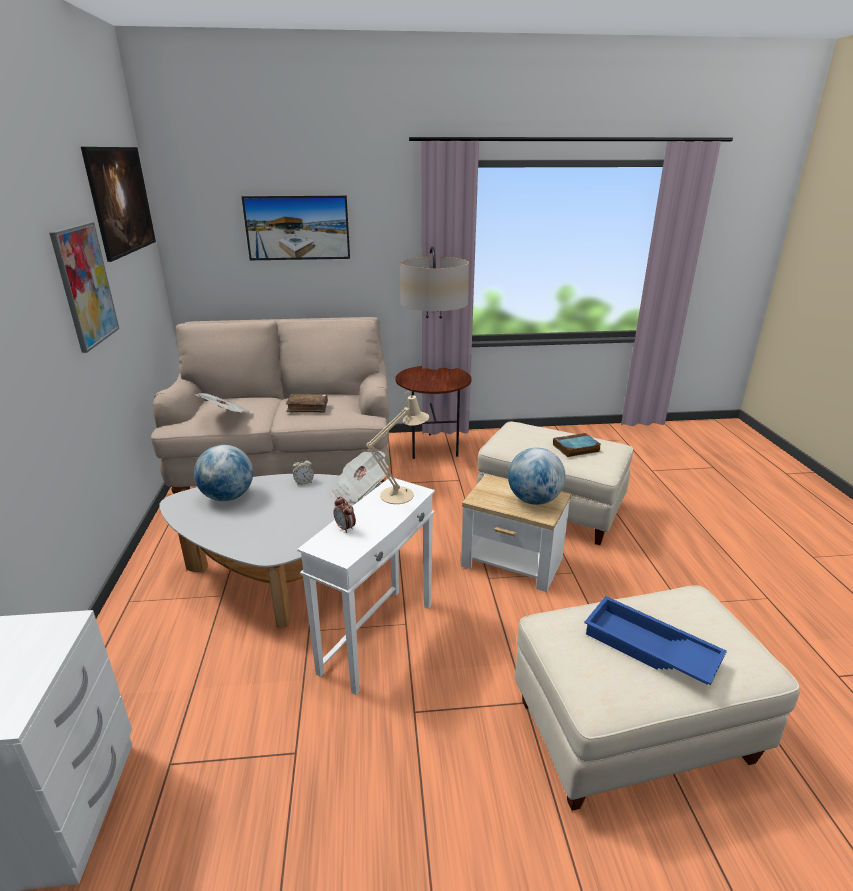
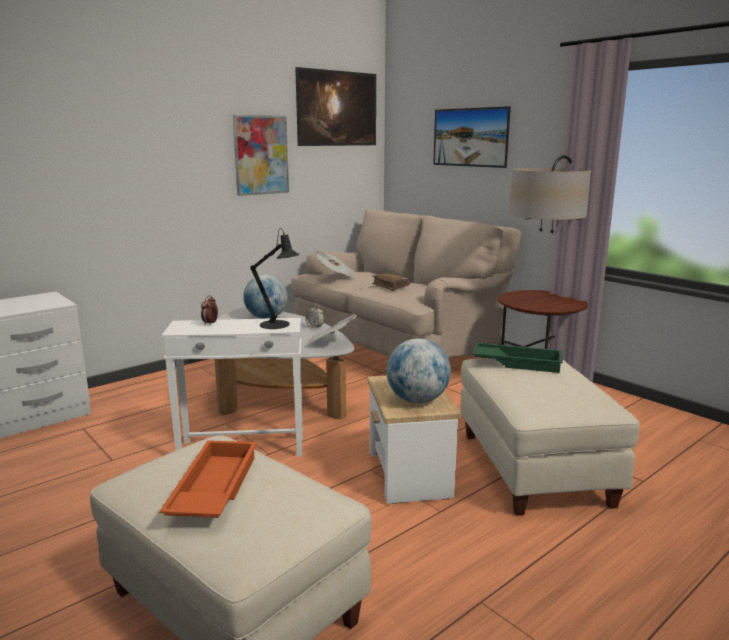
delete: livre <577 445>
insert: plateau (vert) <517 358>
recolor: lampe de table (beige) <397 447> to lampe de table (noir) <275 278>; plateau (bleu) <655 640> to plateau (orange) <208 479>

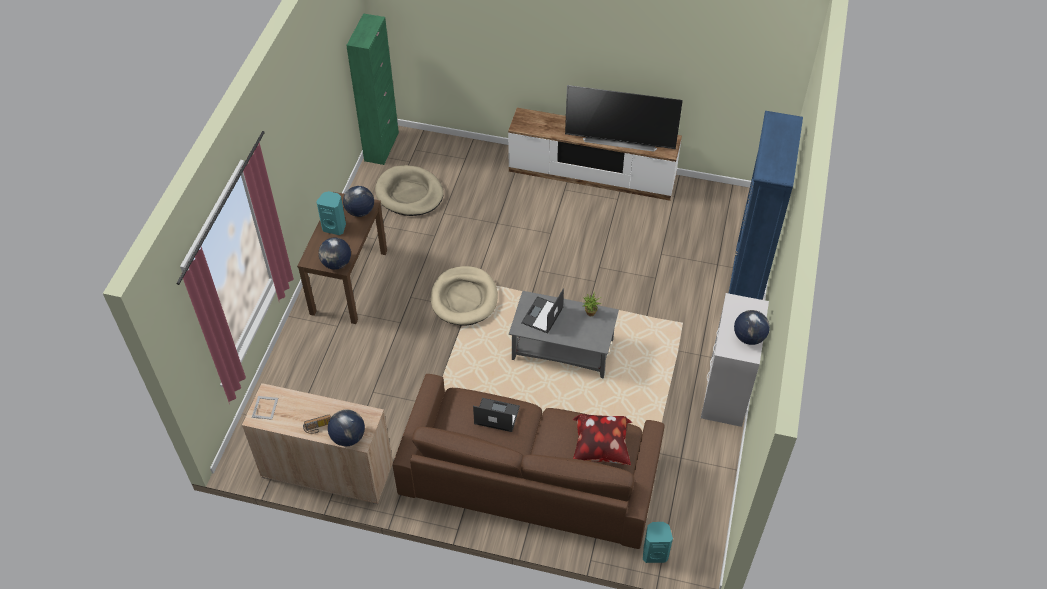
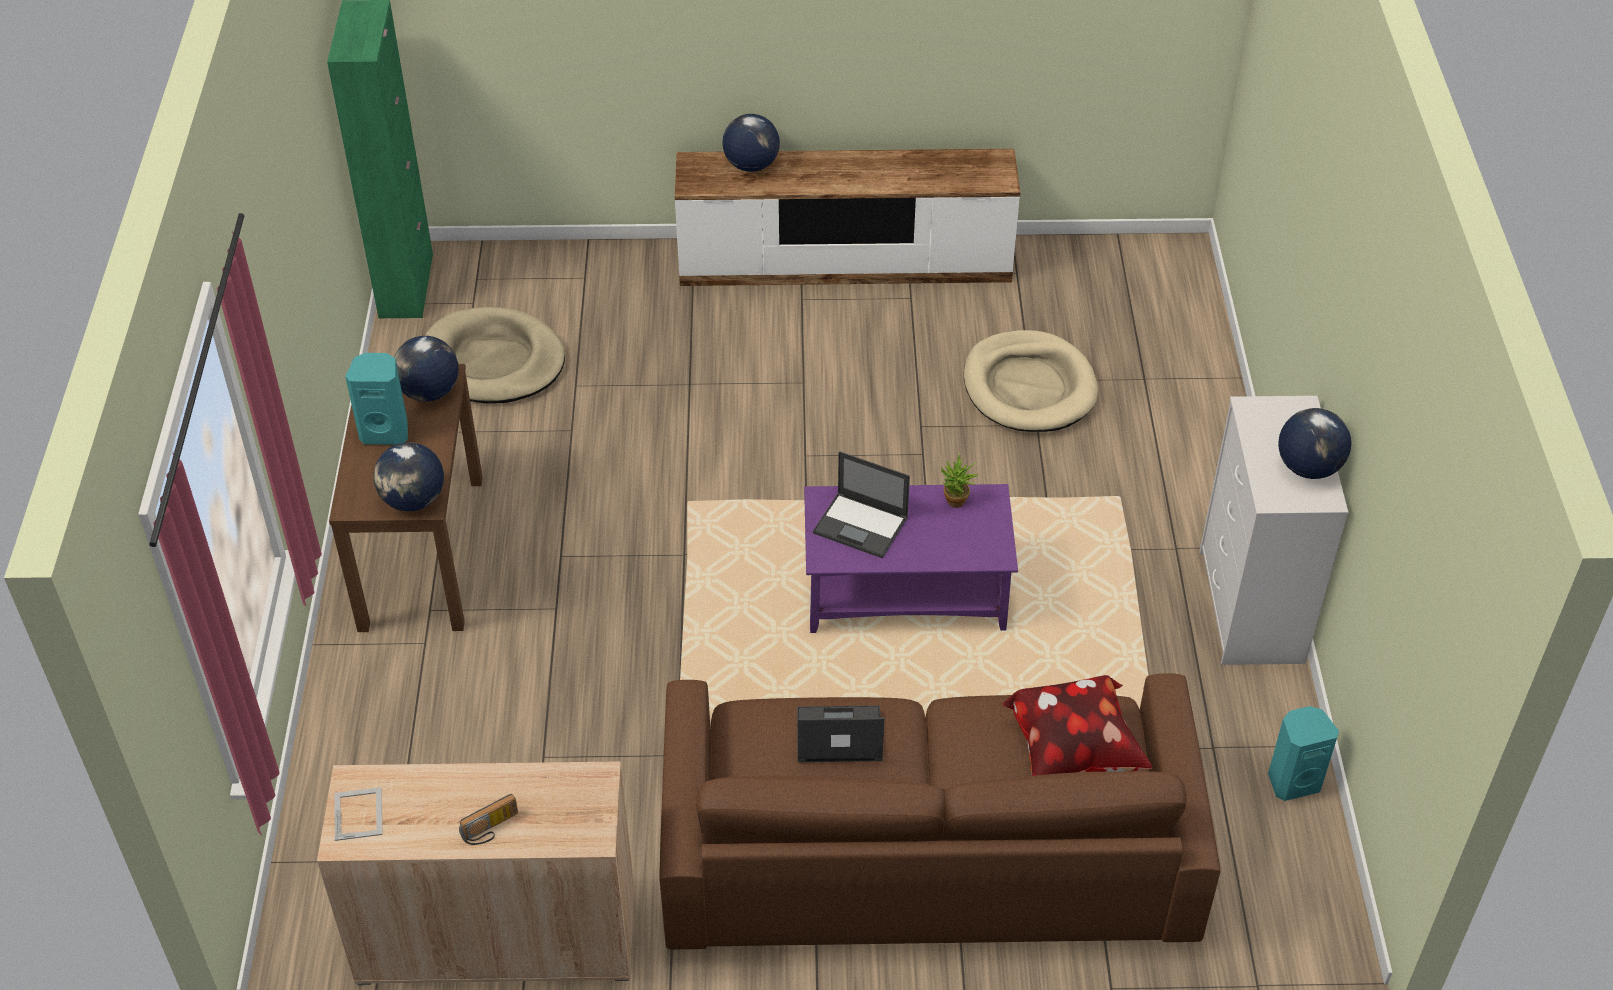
delete: téléviseur <624 118>; bibliothèque (bleu) <766 205>
move: globe <346 428> to <751 143>; panier pour chien (beige) <464 296> to <1031 381>; enceinte (turquoise) <658 542> to <1303 753>
recolor: table basse (gris) <564 335> to table basse (violet) <911 558>
rotate: ordinateur portable <542 310> = <861 504> 75 degrees counterclockwise

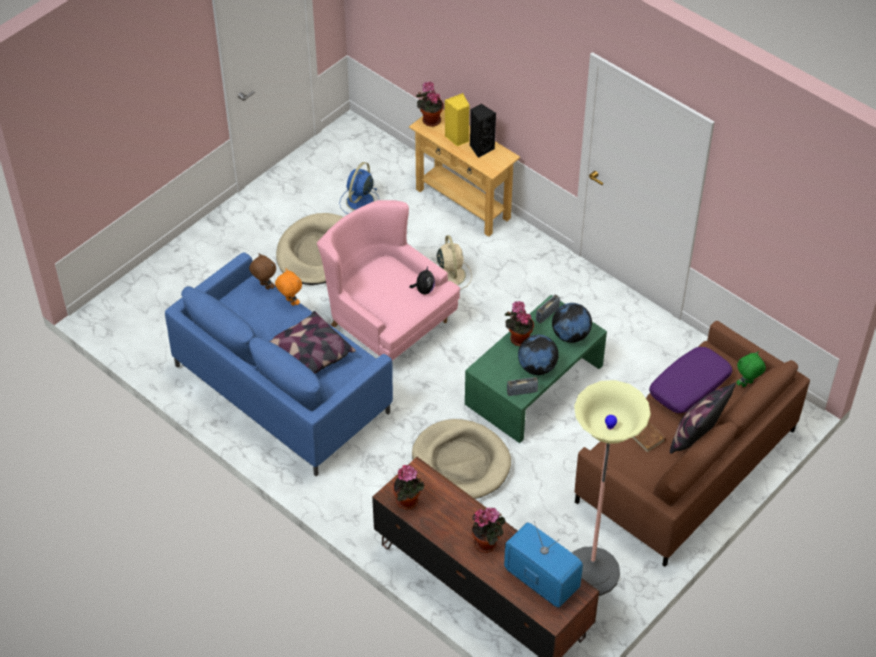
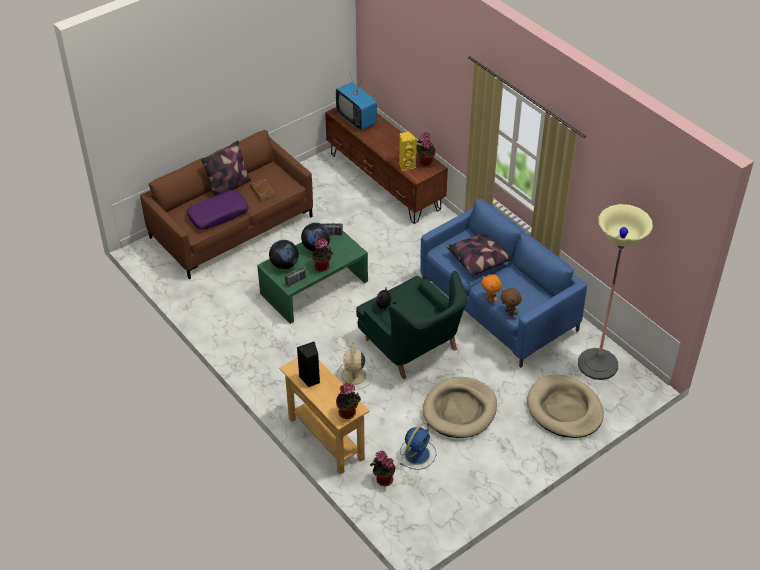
delete: peluche (vert) <751 369>
move: panier pour chien (beige) <461 459> to <565 406>; enceinte (jaune) <457 120> to <408 151>; plante en pot <489 530> to <382 468>; lampadaire <611 488> to <615 292>
recolor: fauteuil (rose) <388 280> to fauteuil (vert) <411 325>

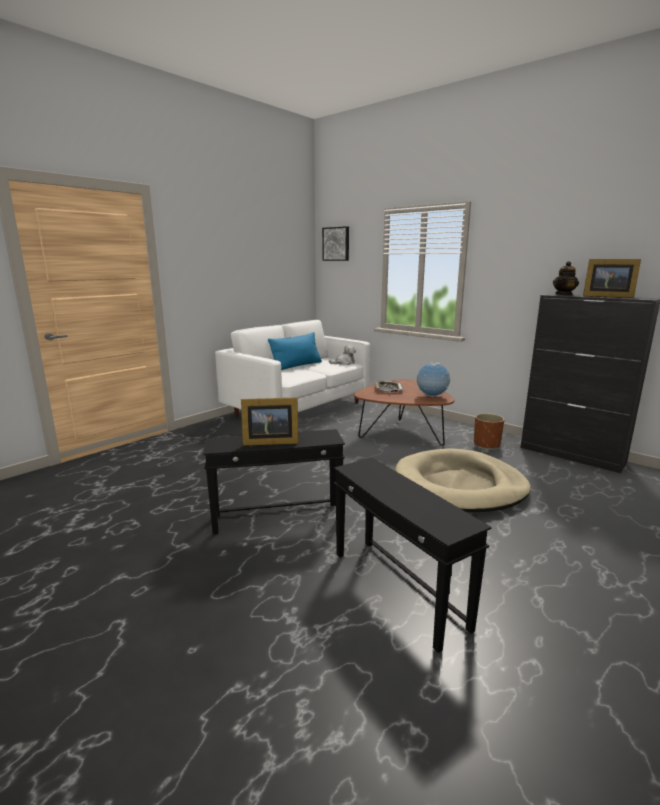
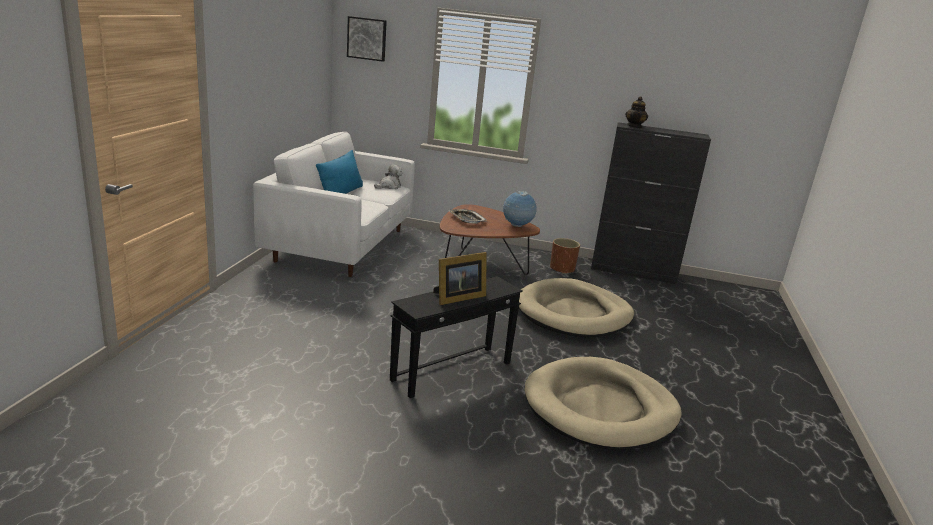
delete: cadre photo <612 278>
replace: table d'appoint (noir) <413 555> to panier pour chien (beige) <603 403>

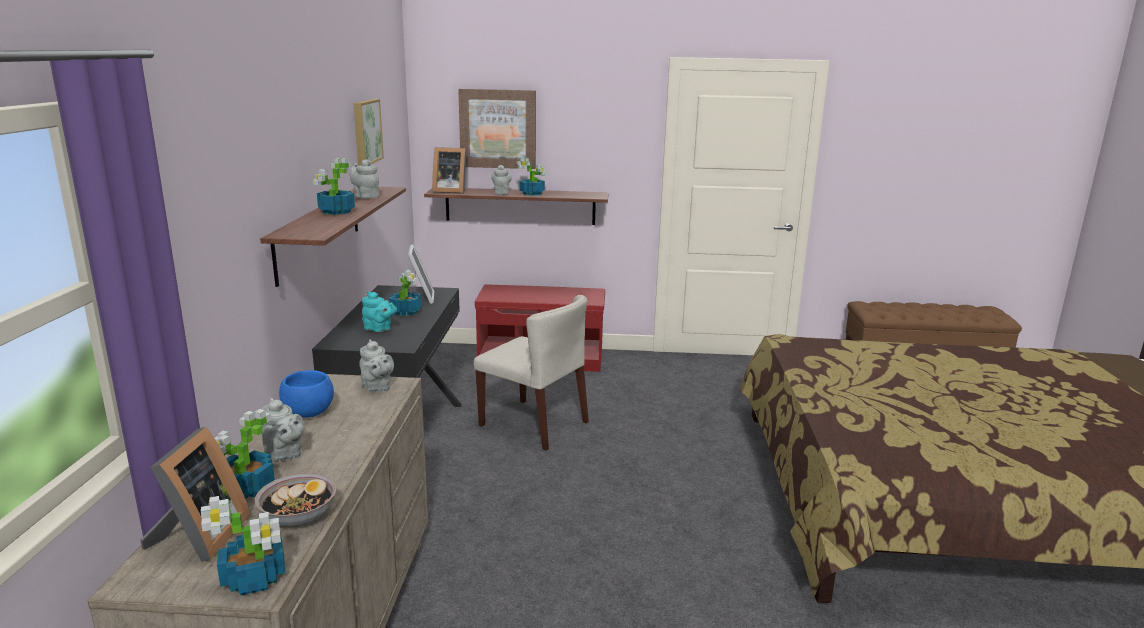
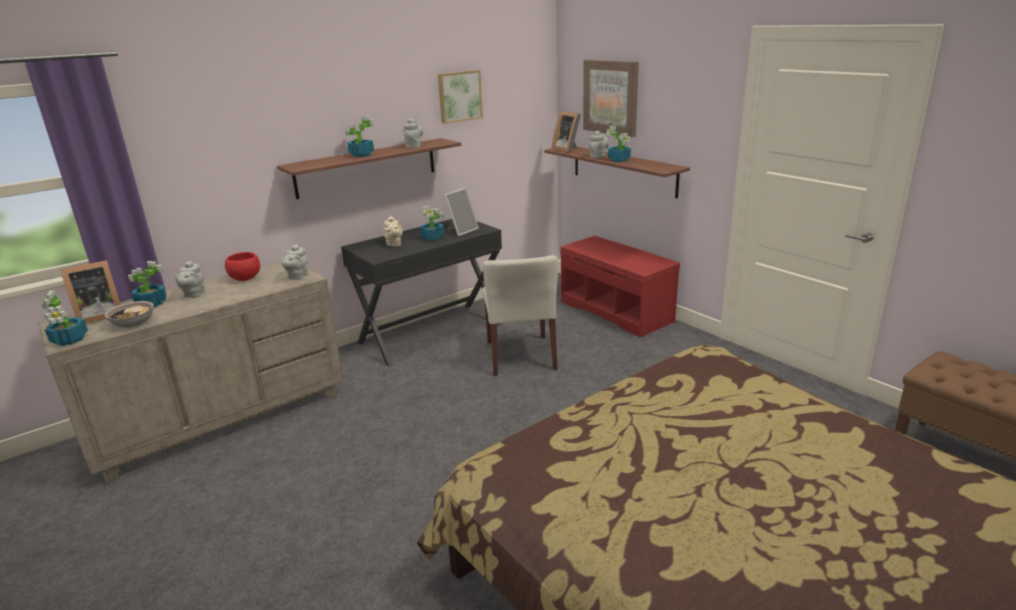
recolor: bol (bleu) <306 394> to bol (rouge) <242 266>; théière (turquoise) <379 311> to théière (beige) <393 231>

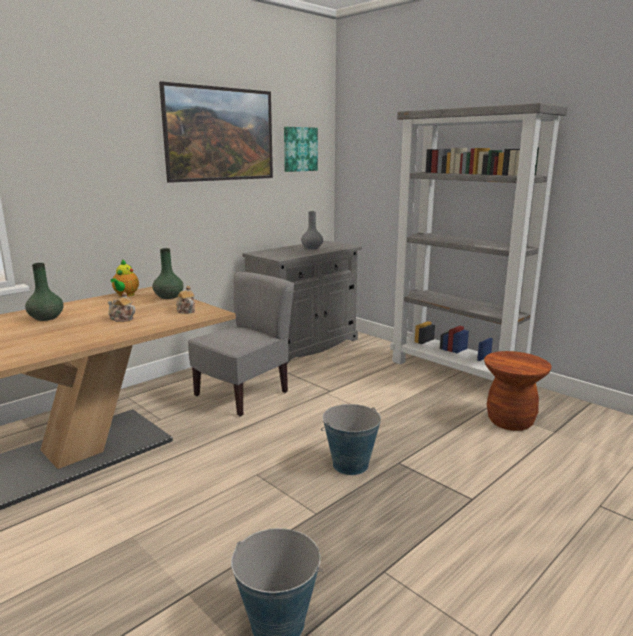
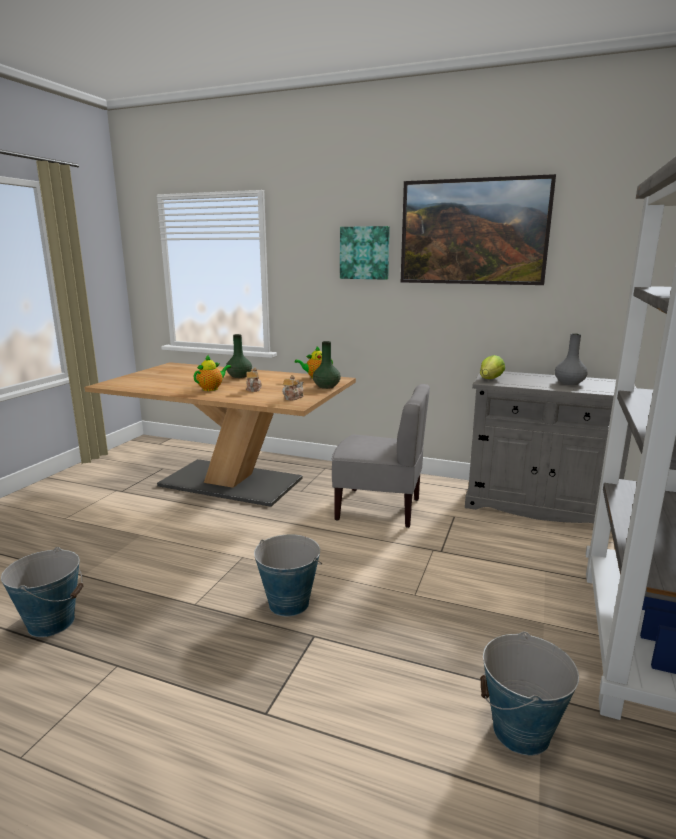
insert: théière <212 373>; laitue <492 367>
move: tableau <301 149> to <365 253>
replace: tabouret (marron) <518 391> to seau <529 693>

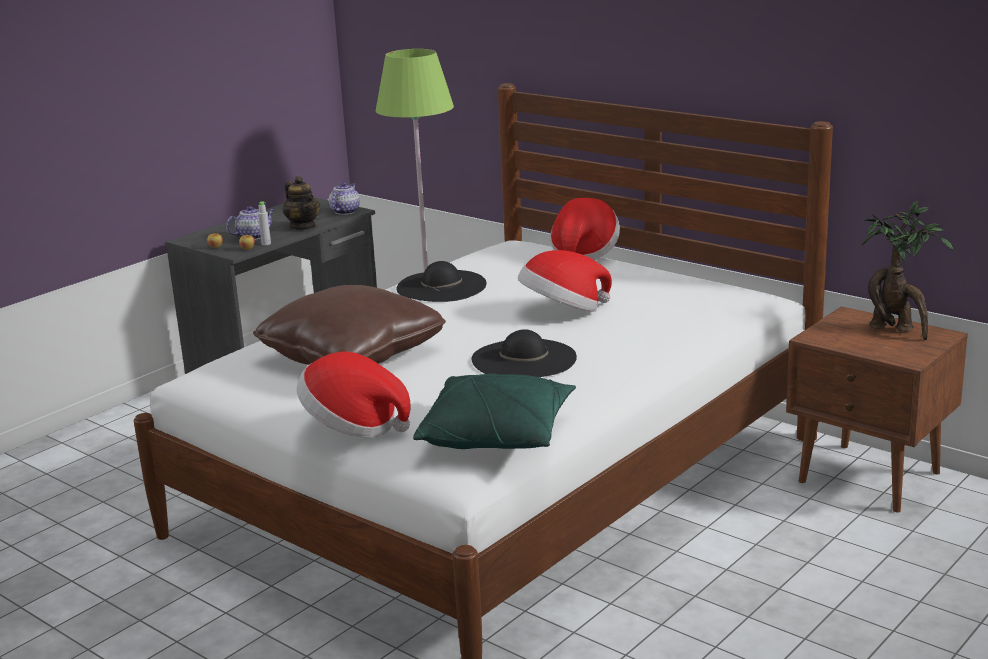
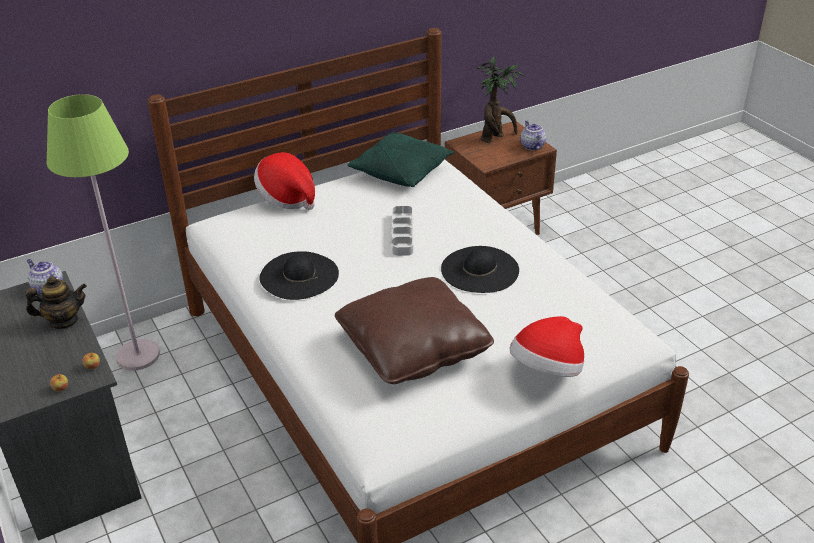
delete: bouteille (gris) <264 223>
move: théière <250 223> to <533 135>; coussin (vert) <494 411> to <401 159>
replace: chapeau <565 280> to plateau (gris) <402 231>

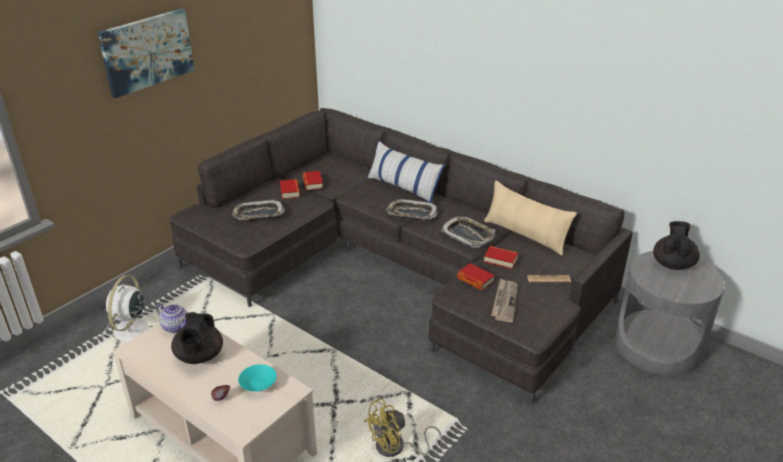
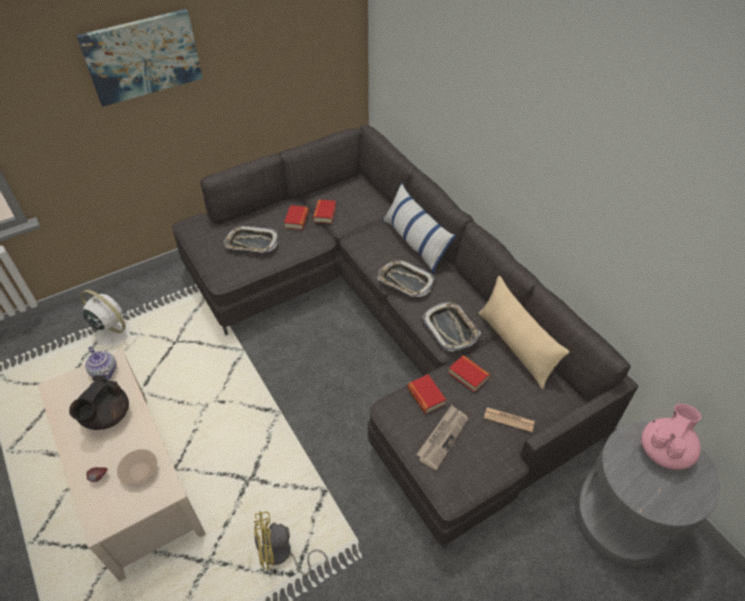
recolor: bol (turquoise) <257 378> to bol (beige) <137 467>; théière (noir) <676 245> to théière (rose) <671 437>
rotate: ventilateur (blanc) <130 308> = <110 320> 90 degrees clockwise

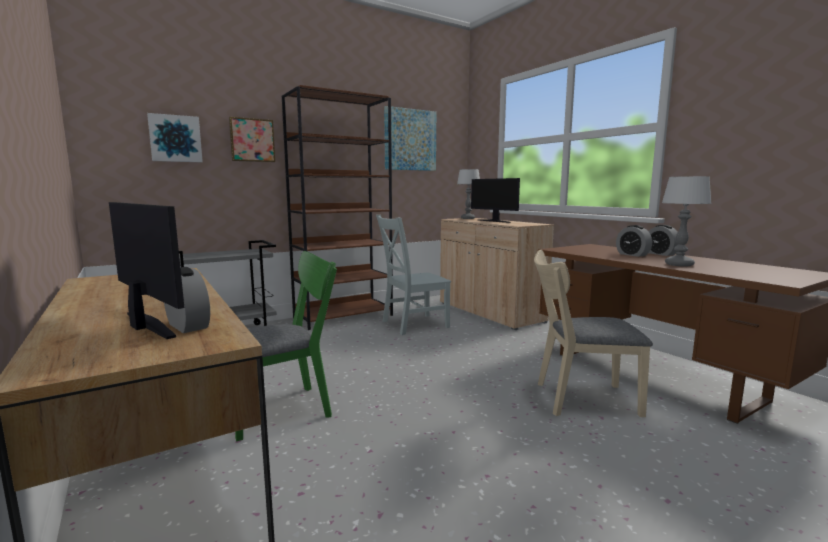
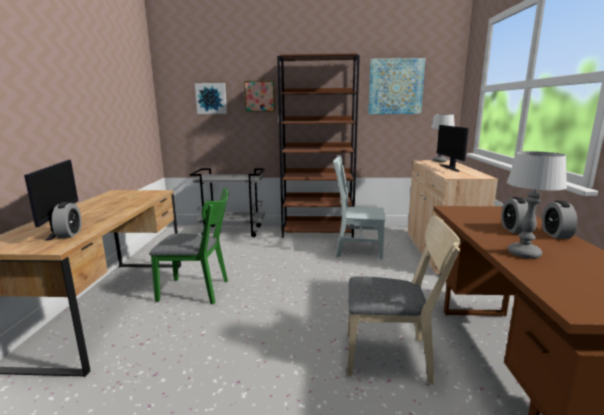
rotate: chaise (beige) <593 333> = <404 300> 150 degrees clockwise

